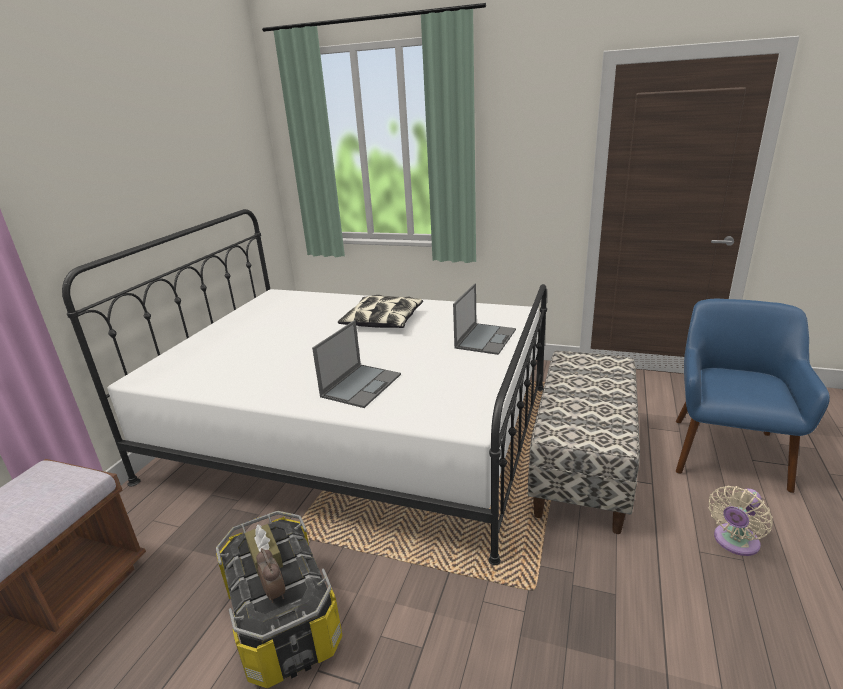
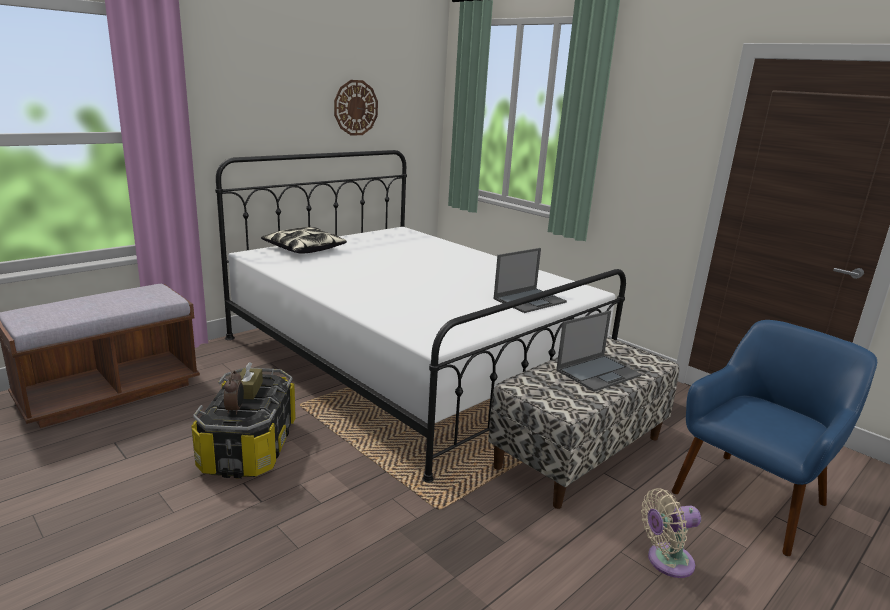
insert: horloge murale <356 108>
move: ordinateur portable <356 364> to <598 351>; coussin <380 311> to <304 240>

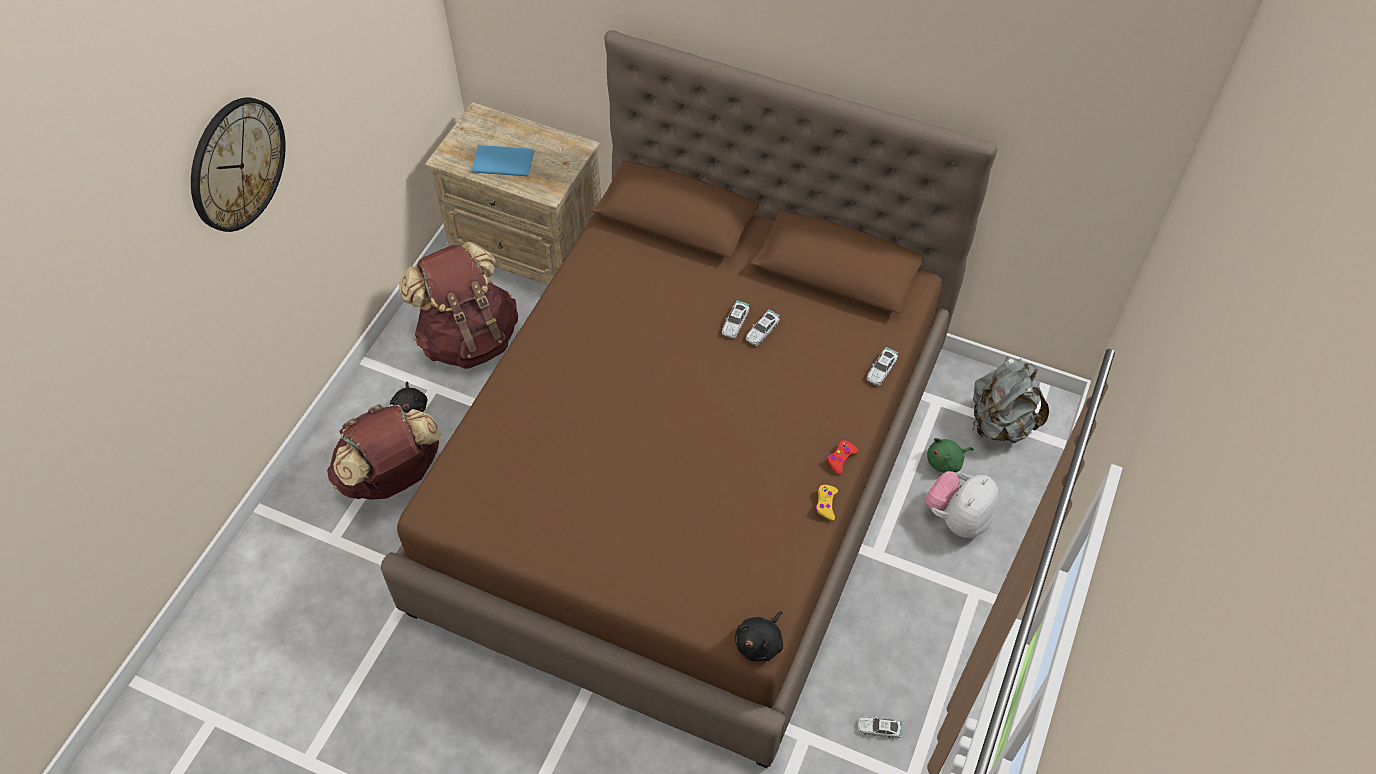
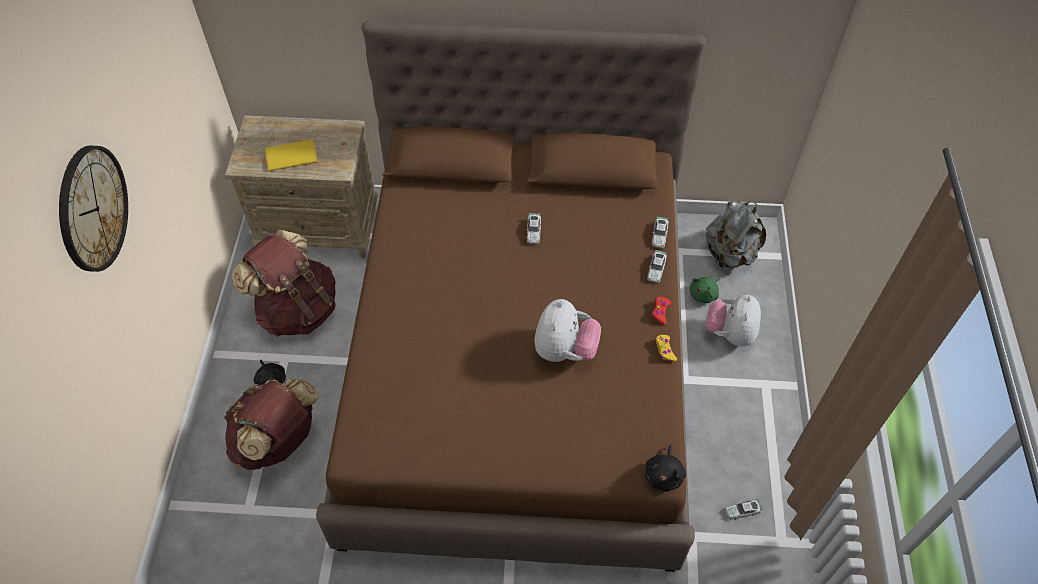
insert: peluche <568 330>
move: petite voiture <763 327> to <657 266>
recolor: livre (bleu) <503 160> to livre (jaune) <291 155>

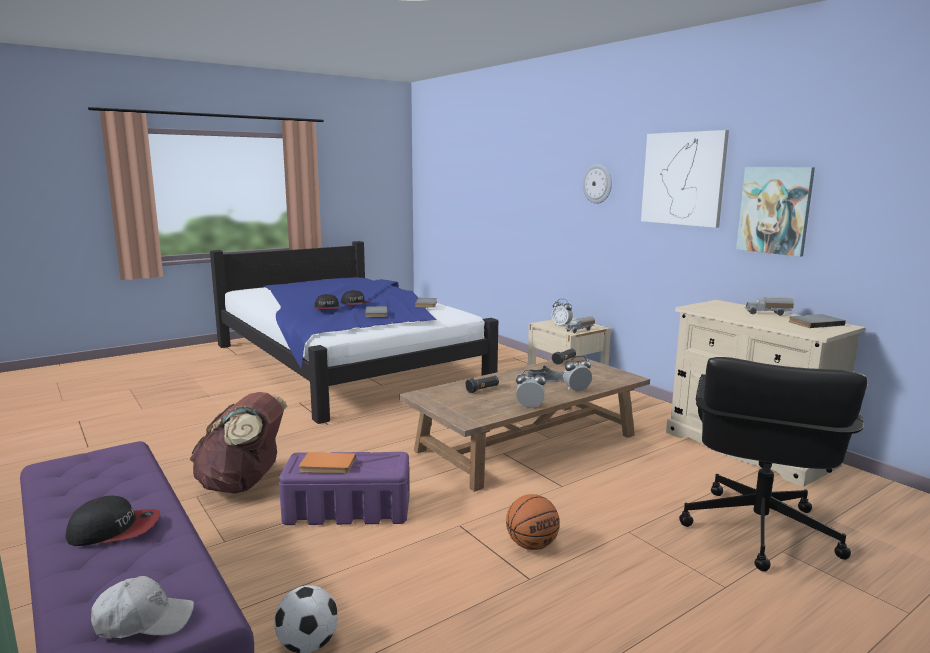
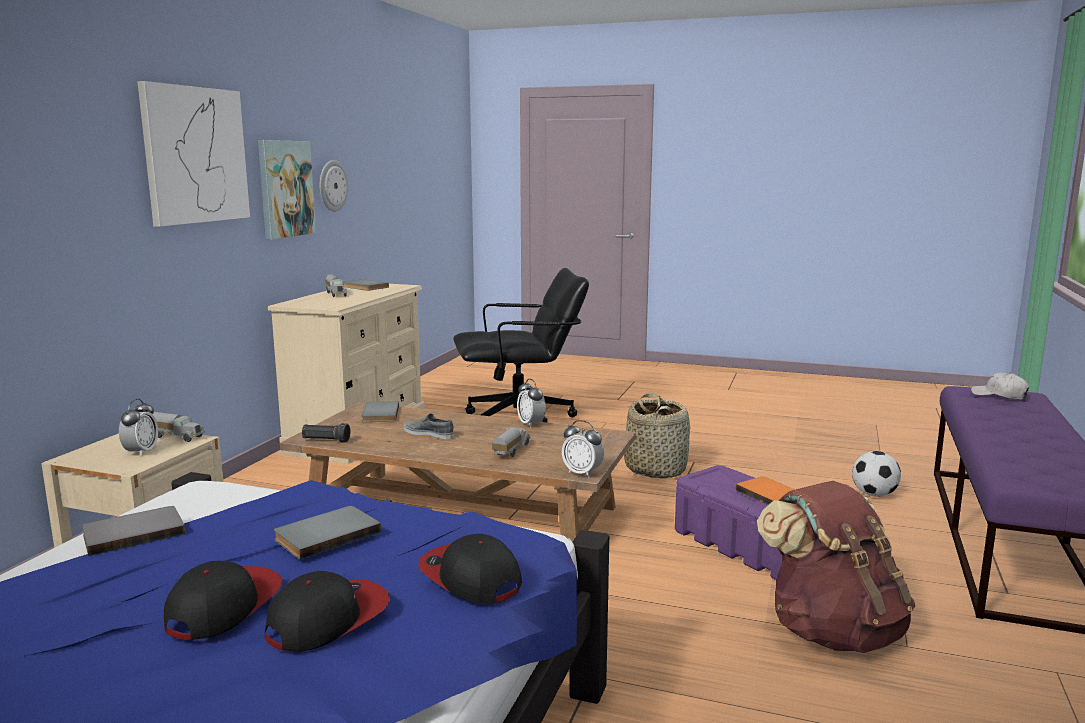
insert: livre (gris) <380 412>
move: casquette <112 521> to <470 569>; réveil <577 374> to <583 449>; horloge murale <597 184> to <334 186>
replace: lampe de poche (noir) <482 384> to camion jouet <511 442>; ballon de basket <533 522> to panier <657 435>

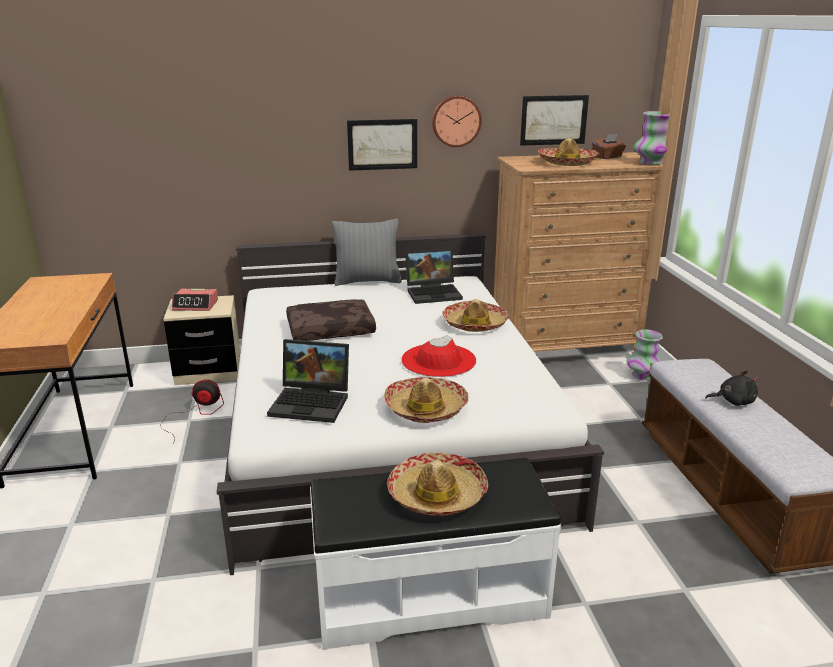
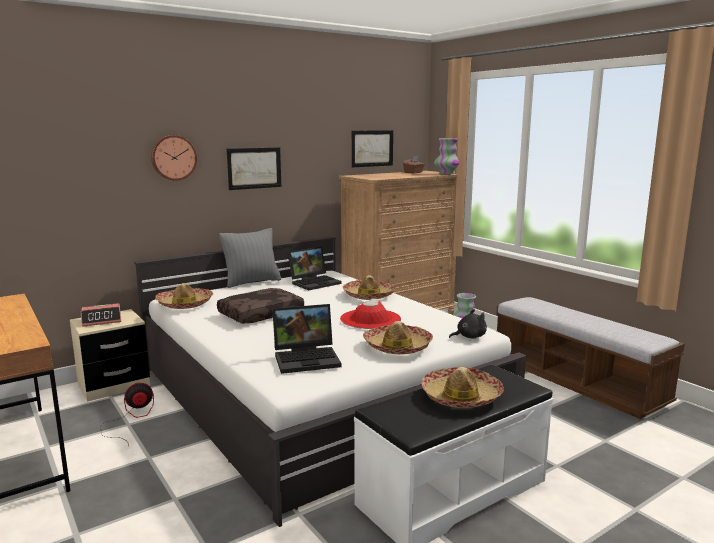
move: horloge murale <456 121> to <174 158>; chapeau <569 152> to <184 296>; peluche (noir) <731 388> to <468 324>

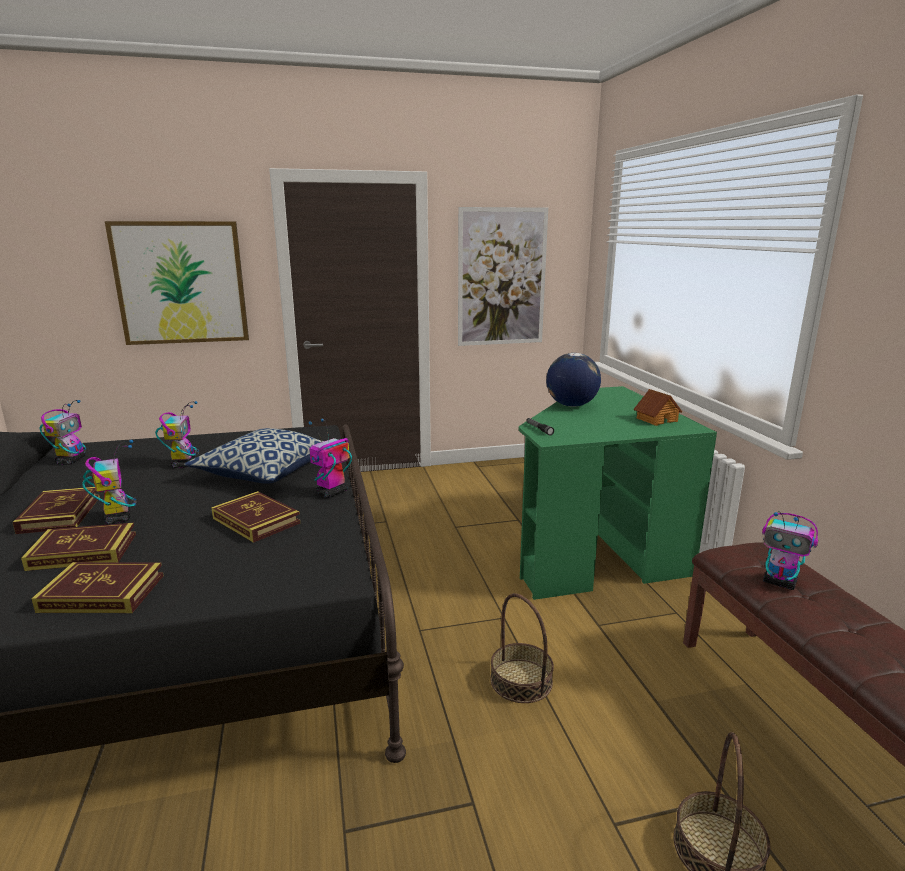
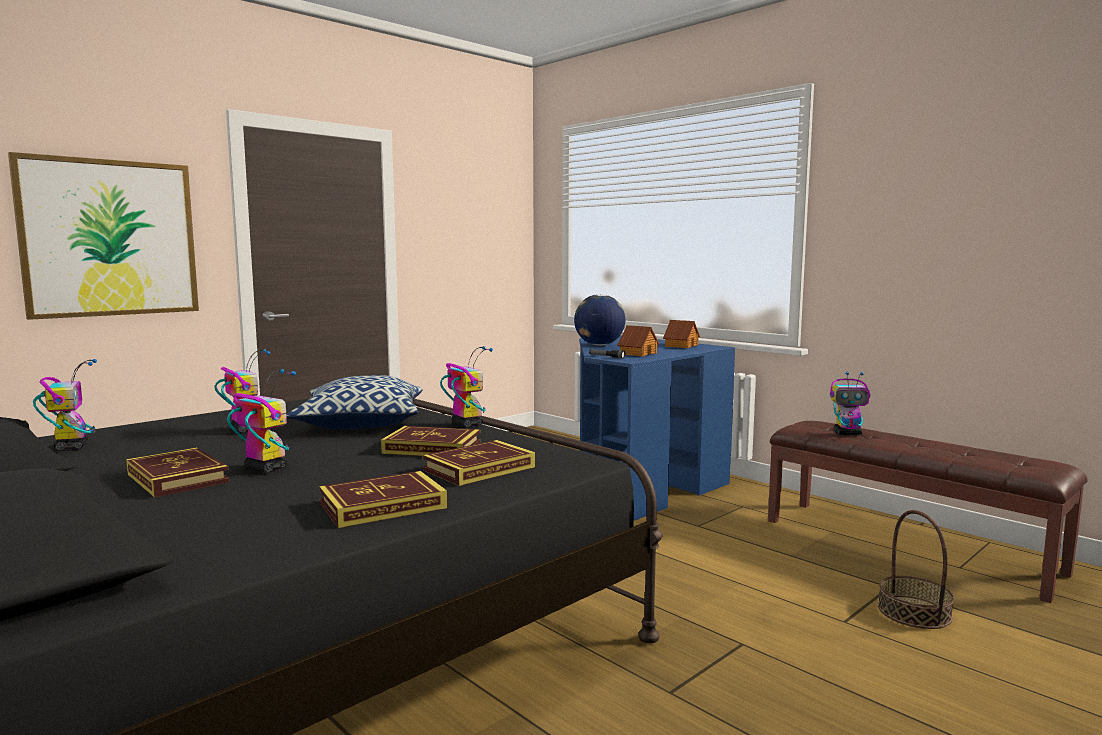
delete: tableau <503 276>; panier <522 648>
insert: maison miniature <639 340>
move: livre <78 547> to <479 463>
recolor: bureau (vert) <618 493> to bureau (bleu) <657 428>
rotate: robot jouet <330 458> = <466 387> 135 degrees clockwise

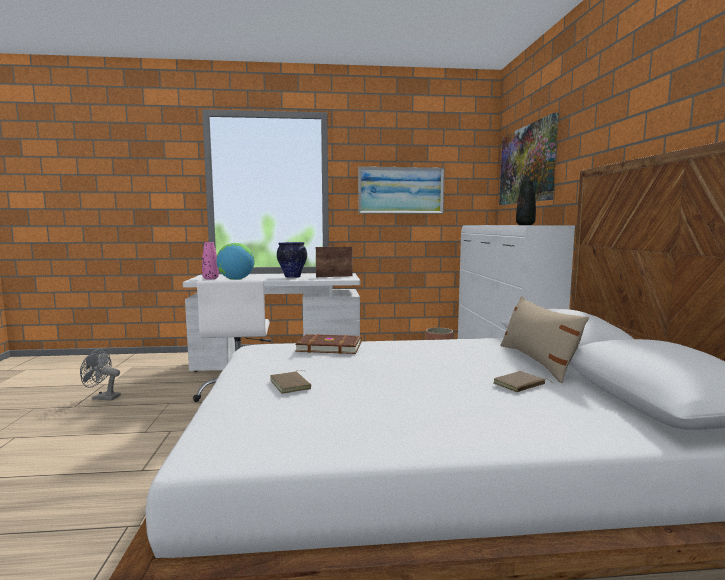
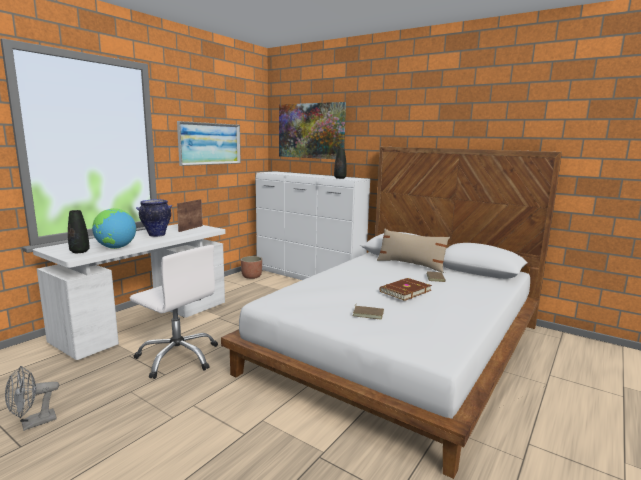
move: livre (marron) <328 344> to <405 289>
recolor: vase (rose) <210 260> to vase (noir) <79 231>

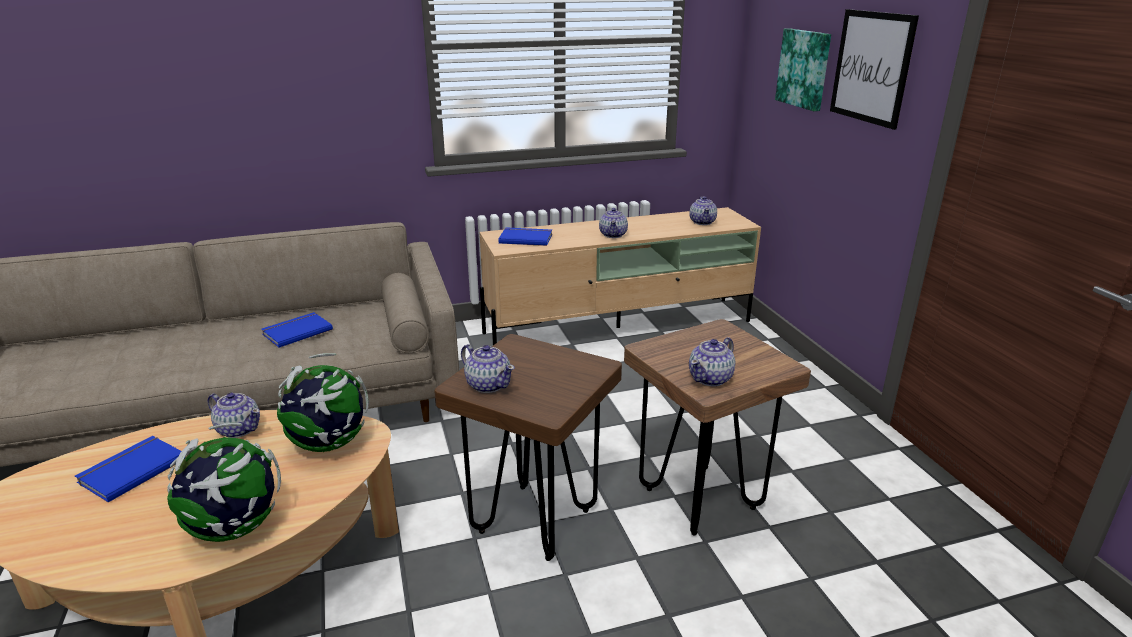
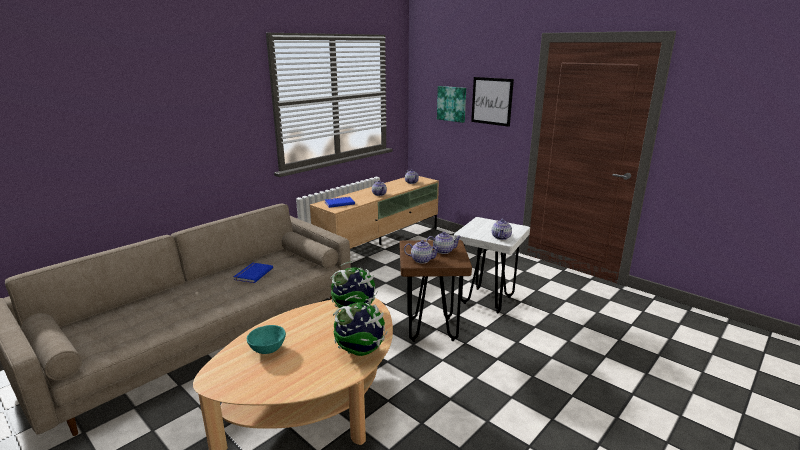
move: théière <233 415> to <444 243>
replace: livre (bleu) <130 469> to bol (turquoise) <266 339>
recolor: tabouret (marron) <717 427> to tabouret (blanc) <492 265>

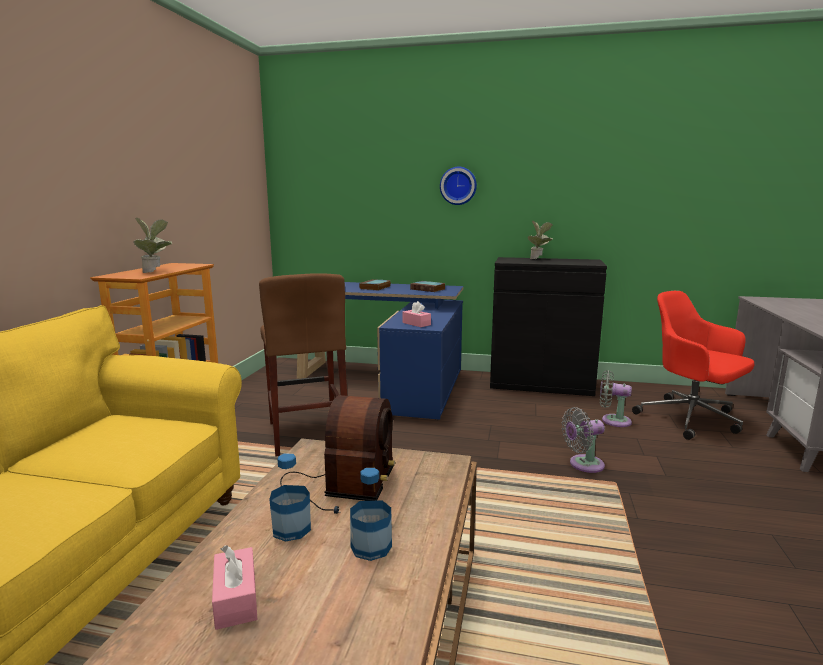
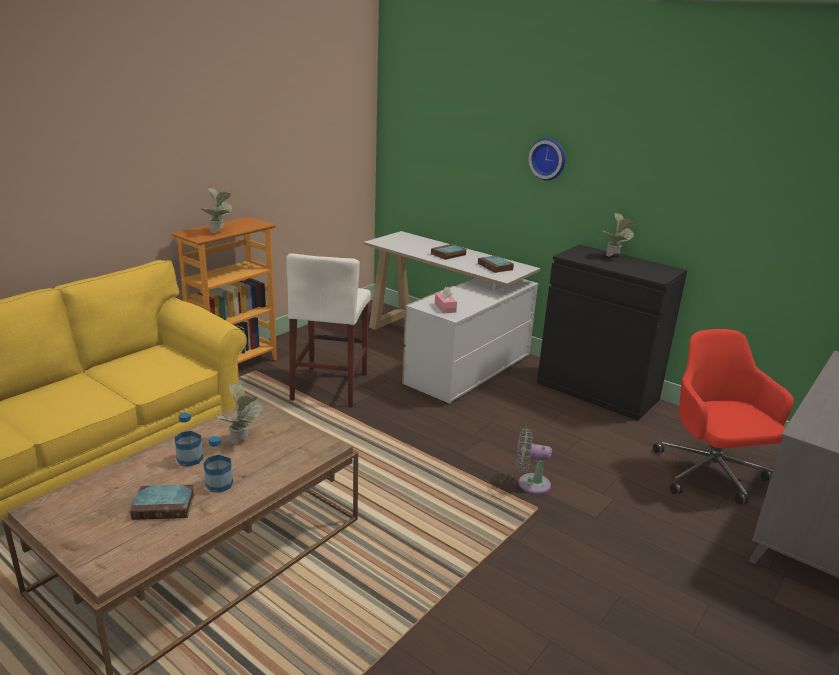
delete: boîte à mouchoirs (rose) <234 588>; ventilateur (gris) <616 398>
insert: livre <162 502>
replace: radio <337 454> to plante en pot <238 413>
recolor: tabouret (marron) <303 365> to tabouret (blanc) <328 330>; bureau (bleu) <380 351> to bureau (blanc) <452 317>

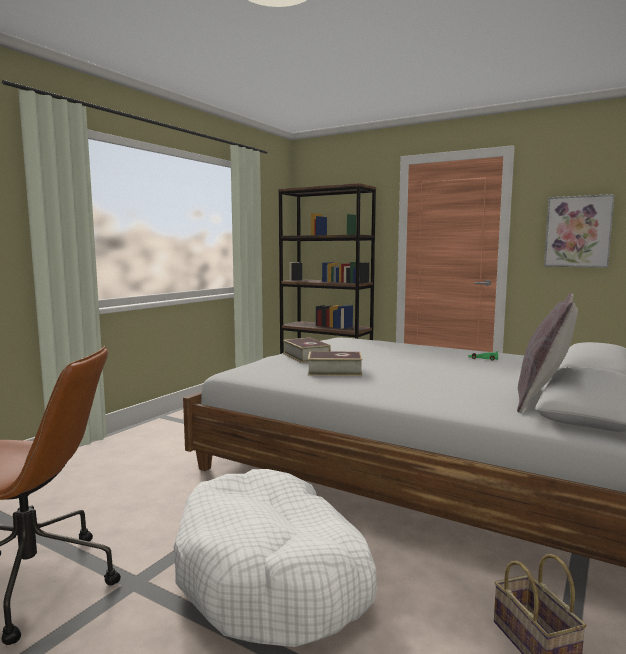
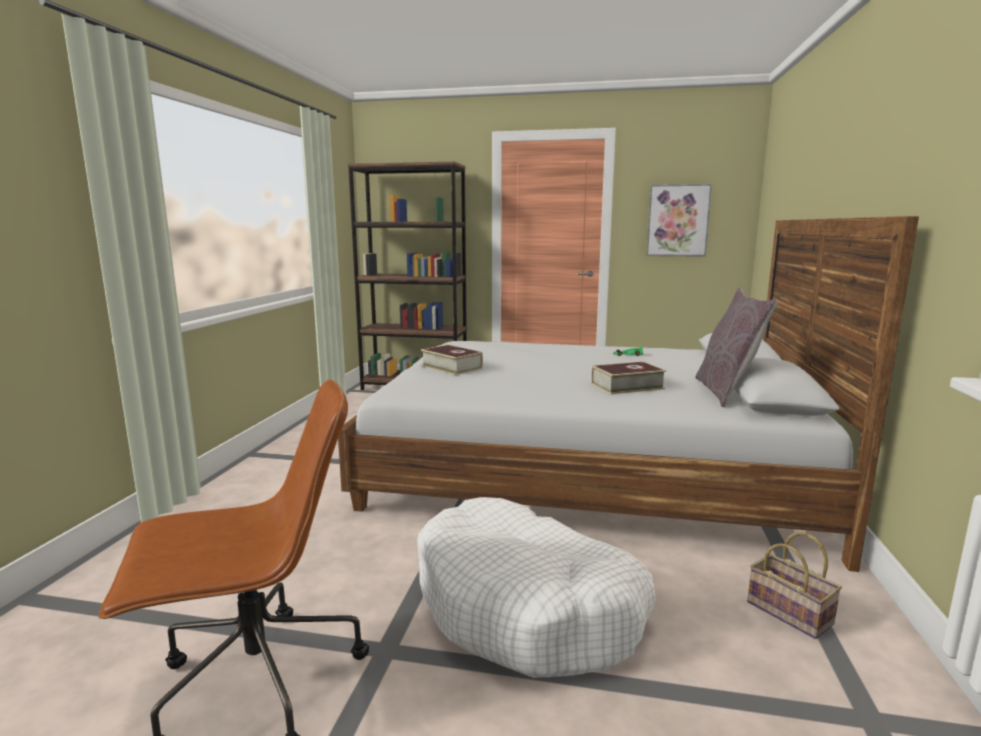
move: livre <335 363> to <628 378>

